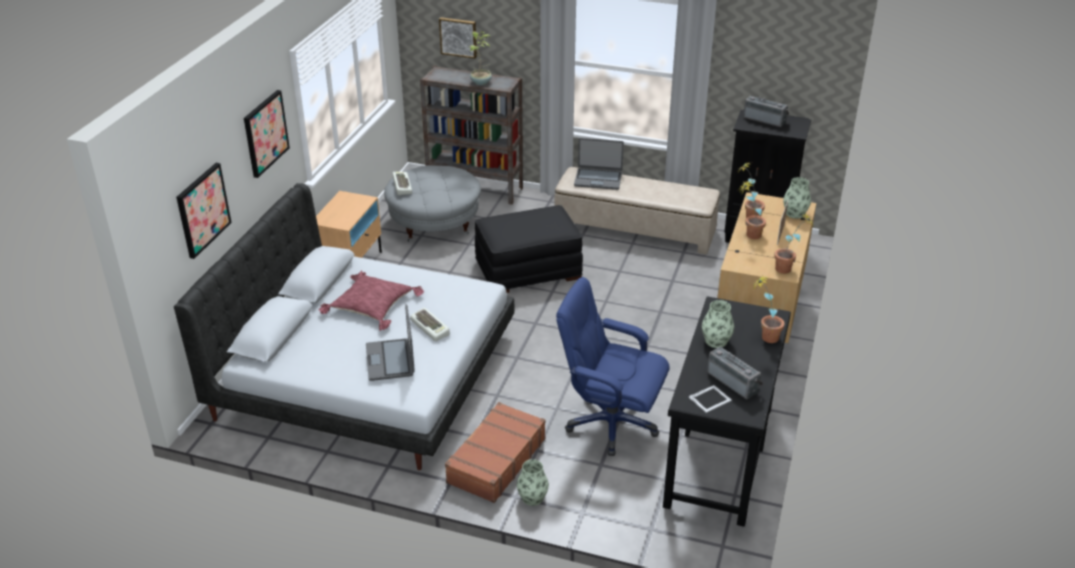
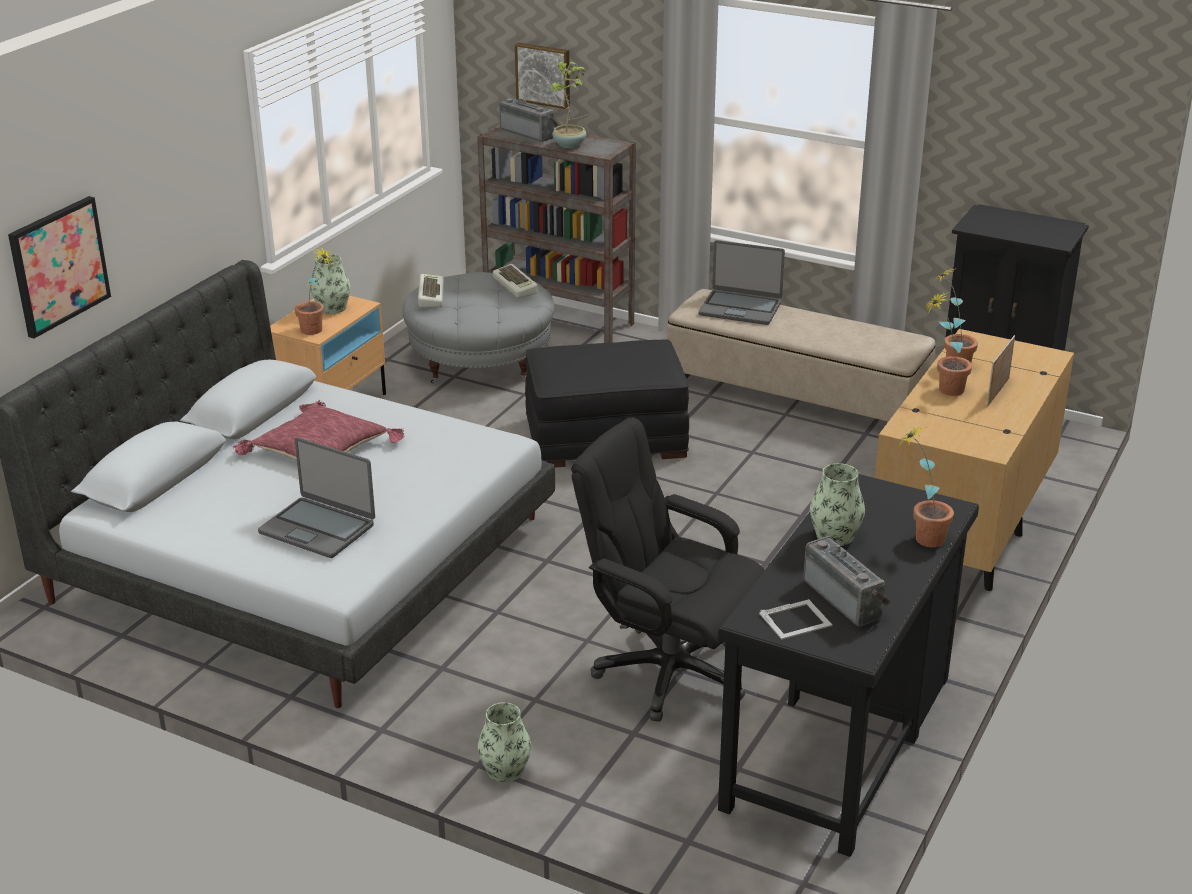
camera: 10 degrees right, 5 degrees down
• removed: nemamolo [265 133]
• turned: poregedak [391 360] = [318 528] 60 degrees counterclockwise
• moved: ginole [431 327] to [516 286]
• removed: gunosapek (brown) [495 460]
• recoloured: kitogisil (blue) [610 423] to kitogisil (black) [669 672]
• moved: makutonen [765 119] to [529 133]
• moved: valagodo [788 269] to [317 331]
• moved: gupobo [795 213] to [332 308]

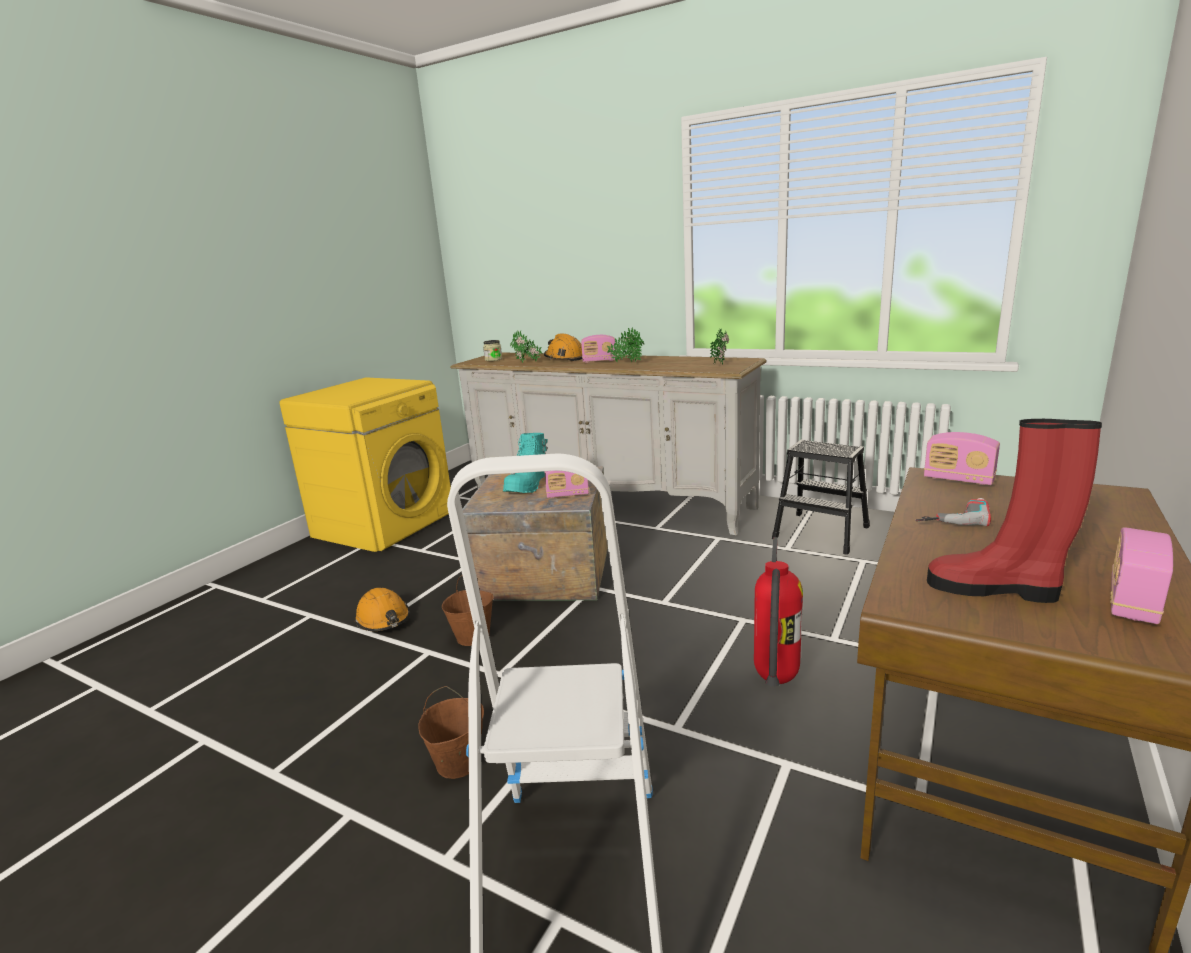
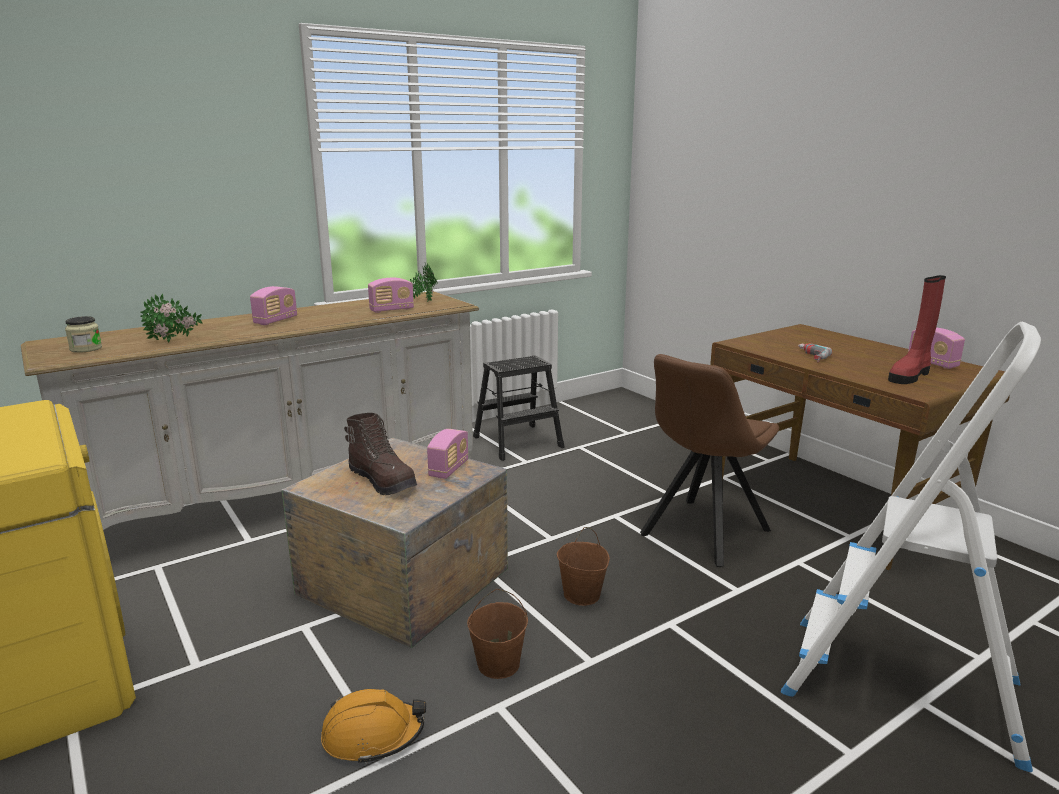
camera: 65 degrees left, 0 degrees up
• moved: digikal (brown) [458 763] to [582 595]
• recoloured: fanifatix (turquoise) [528 485] to fanifatix (brown) [383 481]
• removed: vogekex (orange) [564 358]
• removed: valagodo [626 362]
• replaced: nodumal [774 679] to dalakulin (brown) [703 532]
• moved: makutonen [958 479] to [392 310]

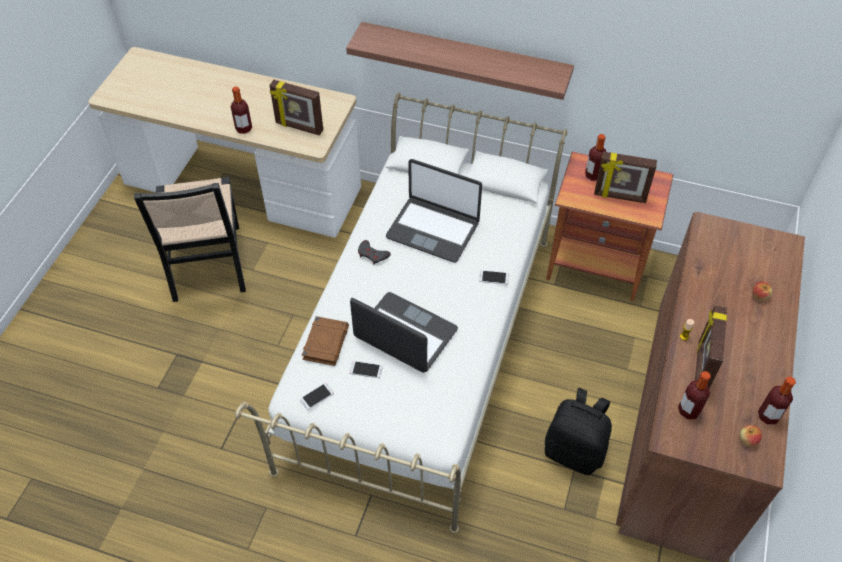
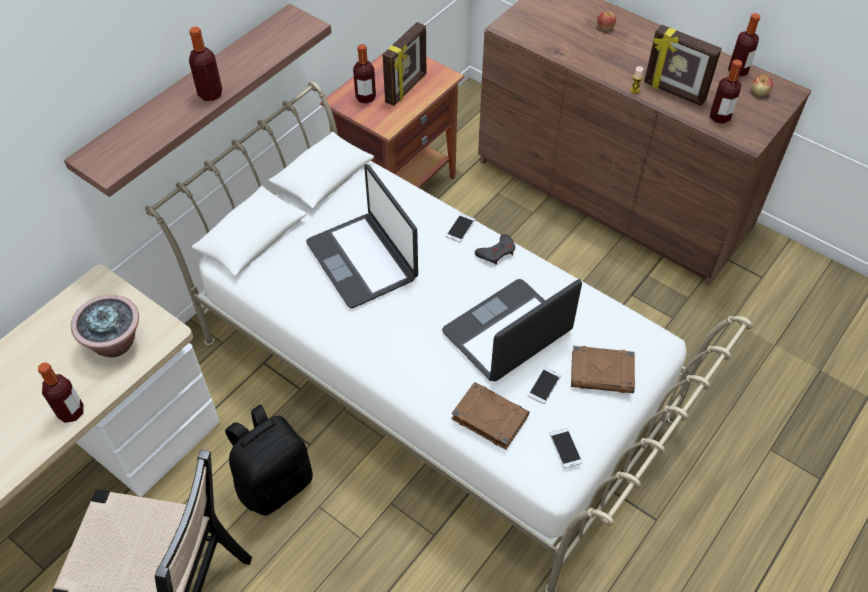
camera: 70 degrees left, 0 degrees up
• replaced: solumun [299 127] to valagodo [115 343]
• moved: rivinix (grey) [372 254] to [496 252]
• turned: poregedak [433 229] = [363 260] 105 degrees clockwise
• moved: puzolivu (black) [574 451] to [275 482]
• added: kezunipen [210 94]
• added: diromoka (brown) [602 372]

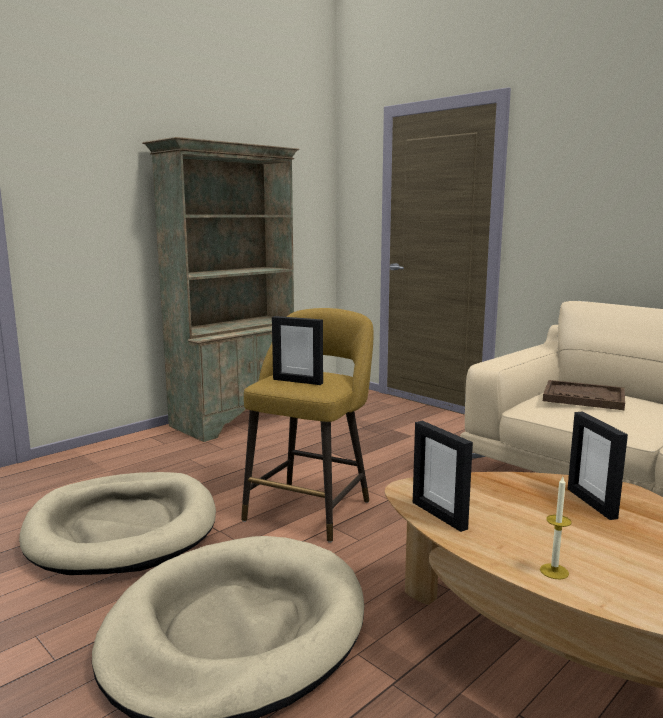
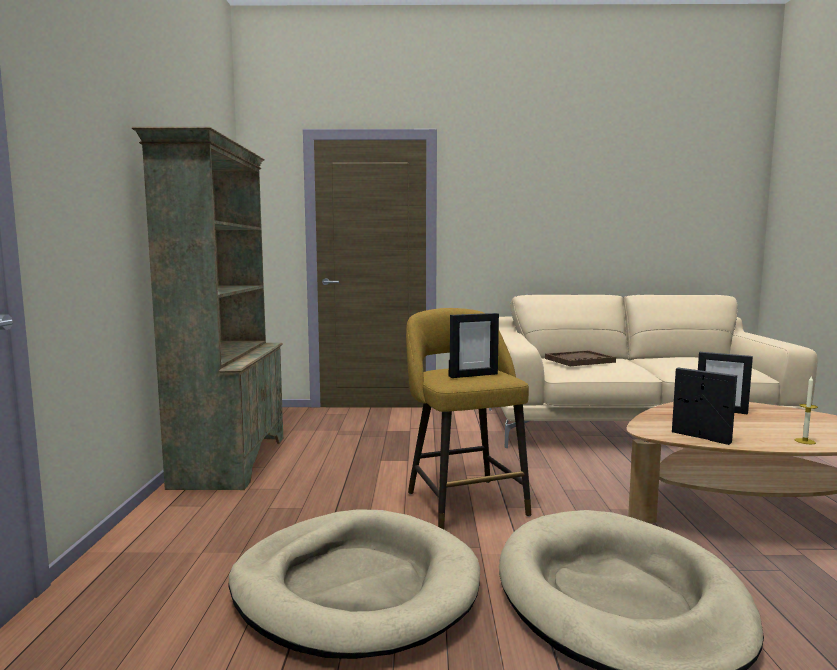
camera: 45 degrees left, 5 degrees down
• turned: solumun [440 515] = [700 437] 150 degrees counterclockwise

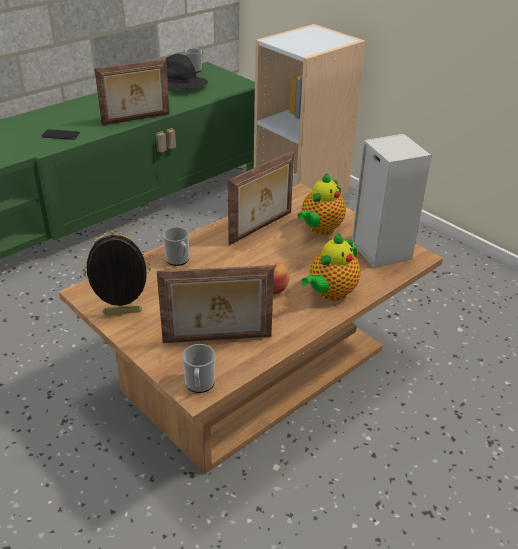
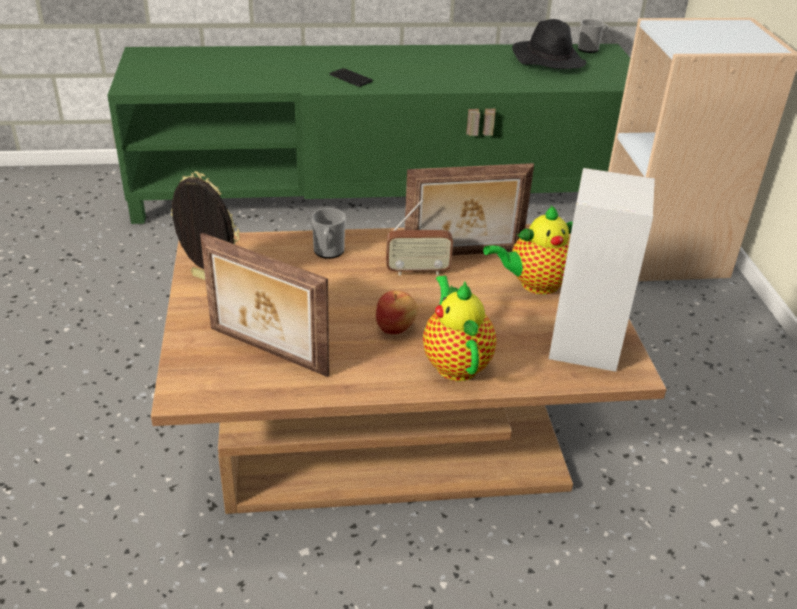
camera: 35 degrees right, 0 degrees up
• removed: solumun [136 119]
• removed: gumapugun [199 385]
• turned: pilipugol [330 293] = [455 362] 90 degrees clockwise
• added: makutonen [417 271]

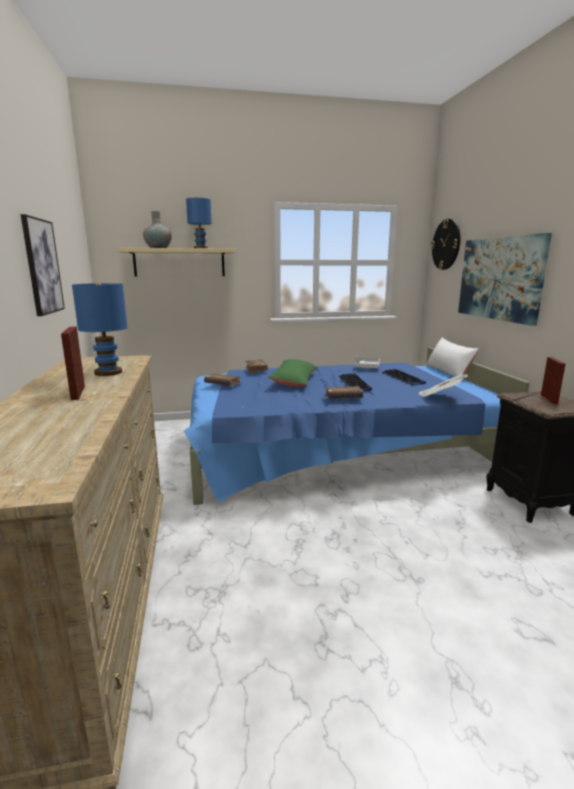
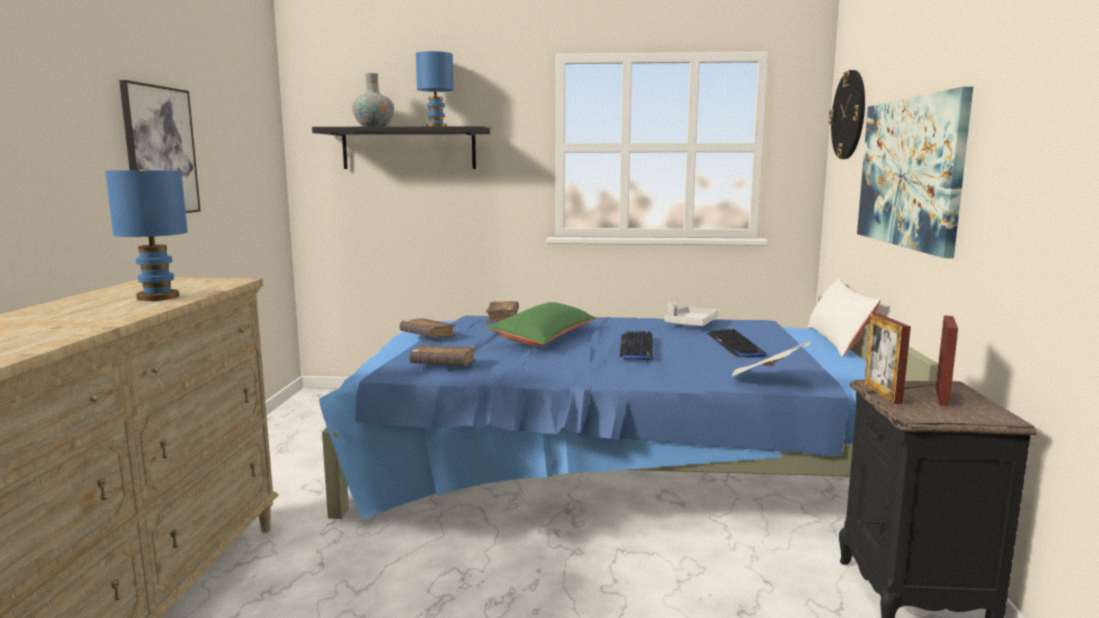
camera: 15 degrees right, 5 degrees down
• moved: solumun [78 393] to [882 394]
• recoloured: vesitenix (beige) [179 262] to vesitenix (black) [409 148]
• moved: diromoka (brown) [343 398] to [443 364]

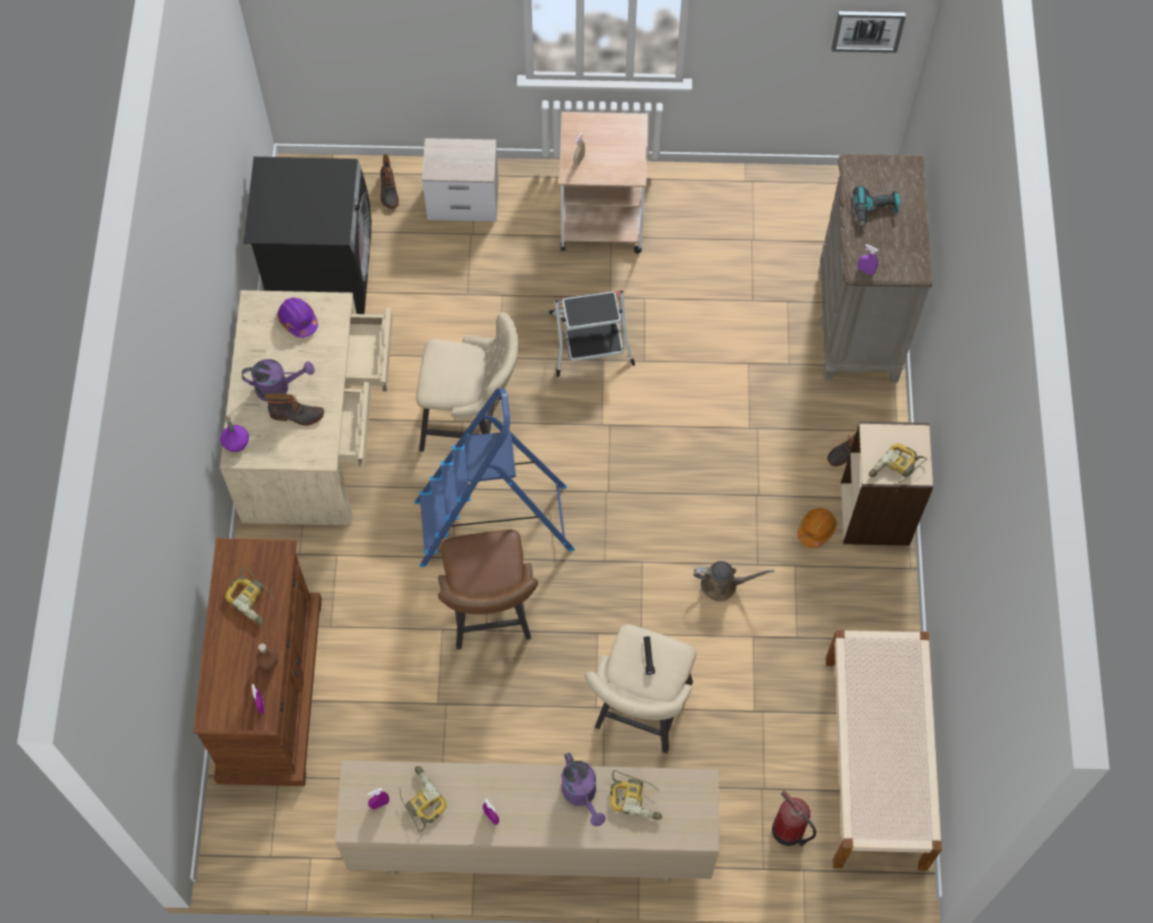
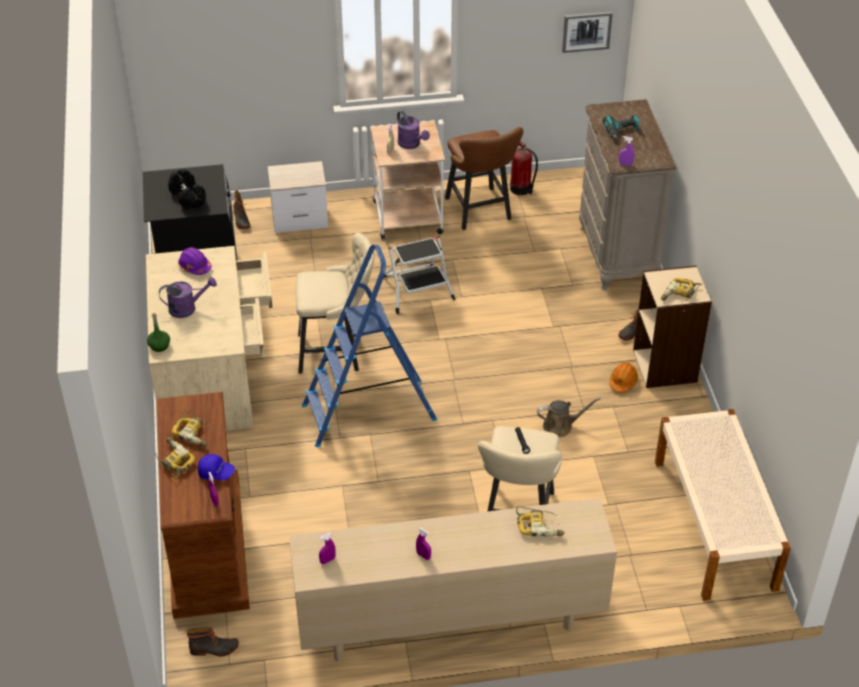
camera: 10 degrees left, 20 degrees down
• recoloured: kezunipen (purple) [236 442] to kezunipen (green) [159 346]
• replaced: kezunipen (brown) [269 663] to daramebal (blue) [216 473]
• moved: fanifatix [297 415] to [214 649]
• moved: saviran [420 799] to [173 460]
• moved: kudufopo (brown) [490 620] to [480 214]
• moved: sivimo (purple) [582 795] to [411 144]
• moved: nodumal [789 831] to [521 189]
• added: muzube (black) [187 197]

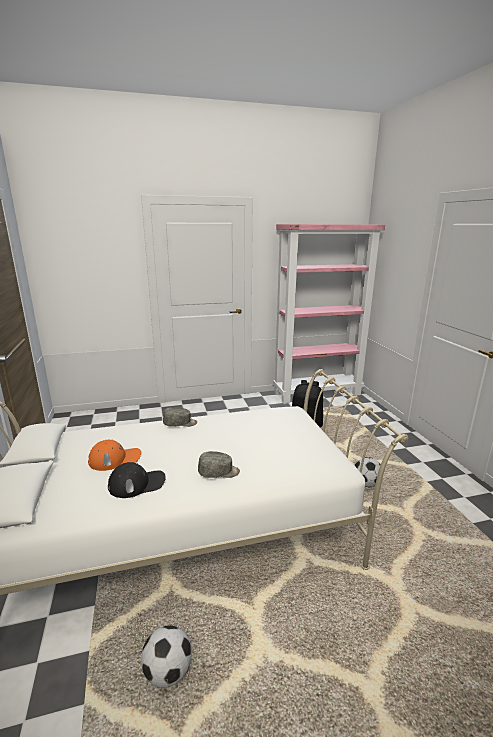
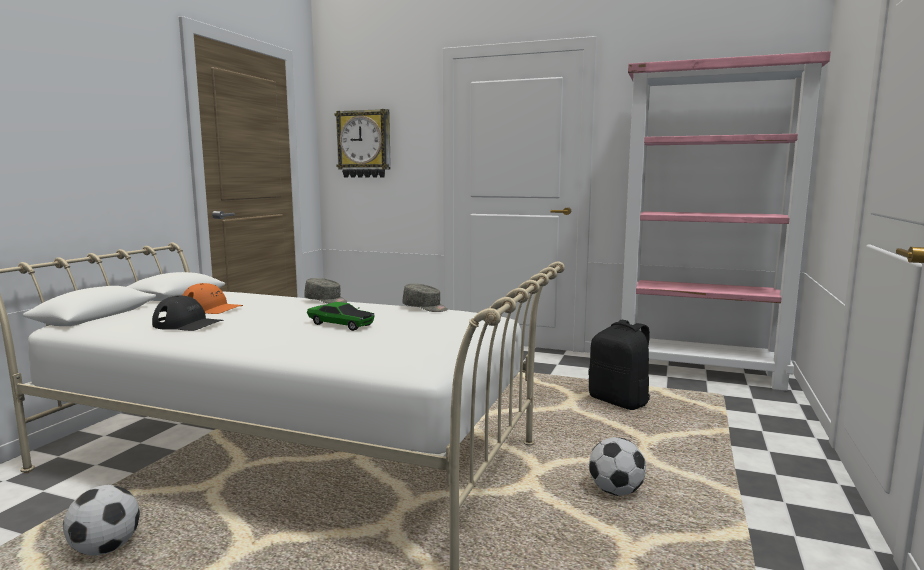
camera: 35 degrees right, 10 degrees down
• moved: daramebal (grey) [219 472] to [425 308]
• added: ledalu [341 325]
• added: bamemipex [364 144]

